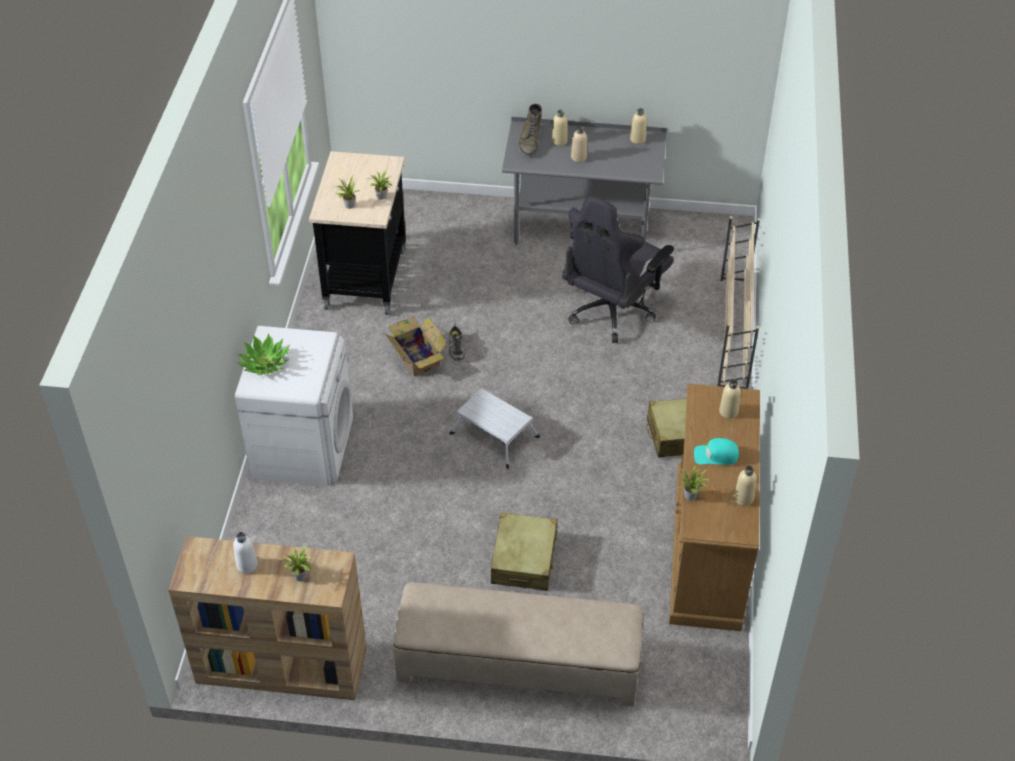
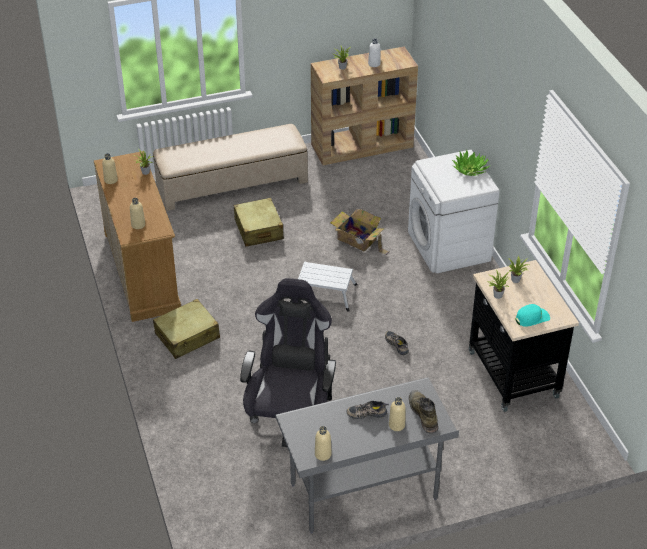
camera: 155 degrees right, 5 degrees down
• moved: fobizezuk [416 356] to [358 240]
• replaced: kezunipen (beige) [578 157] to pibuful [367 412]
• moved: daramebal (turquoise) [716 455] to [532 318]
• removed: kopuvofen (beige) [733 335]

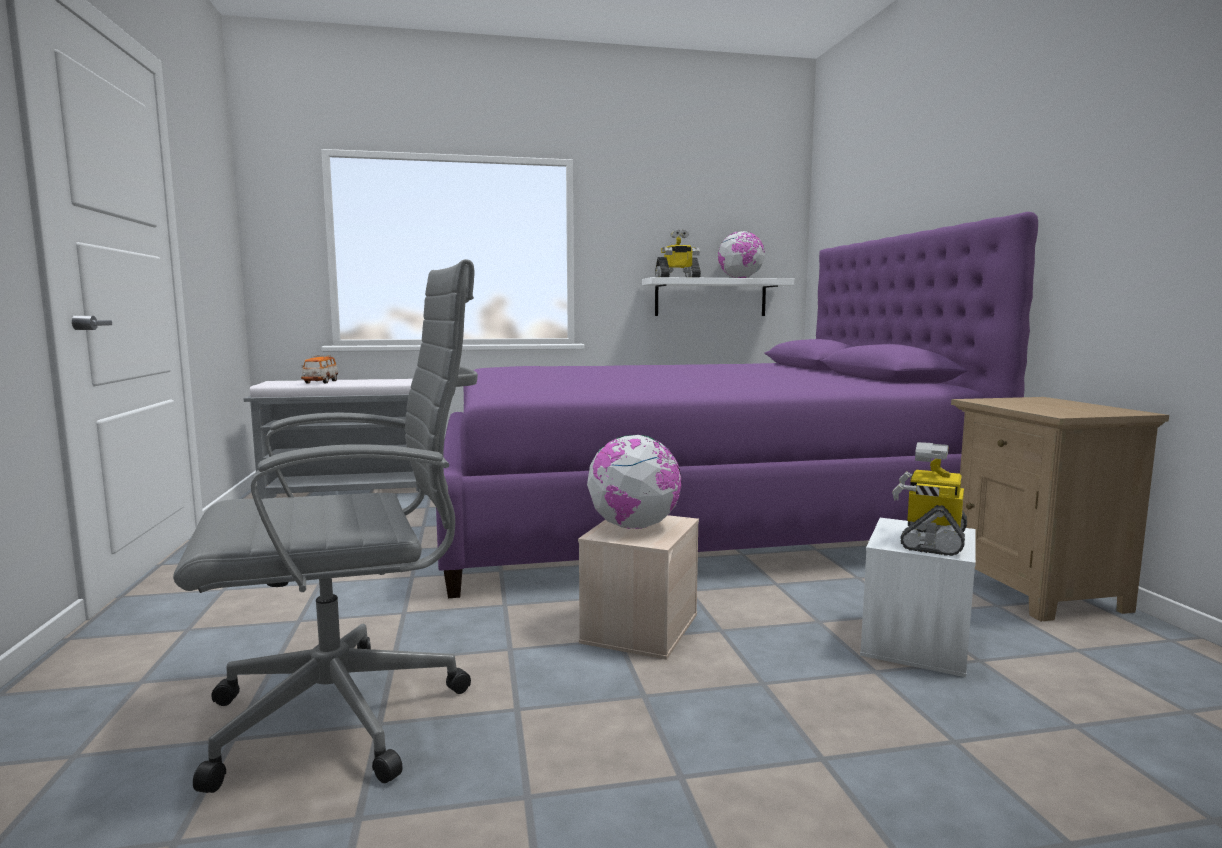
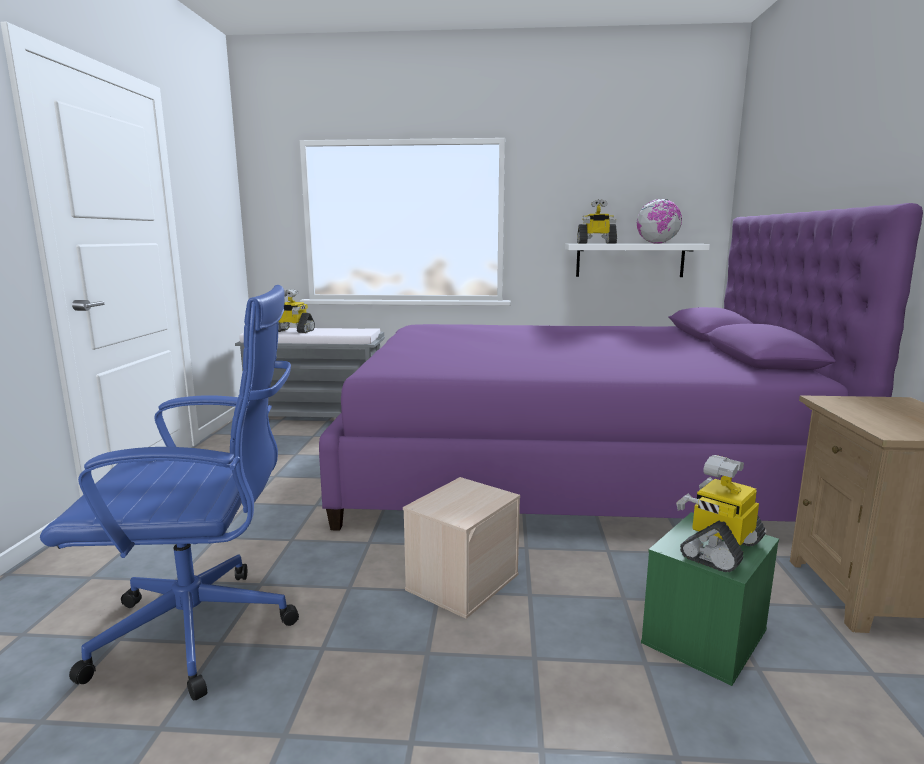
camera: 15 degrees right, 5 degrees up
• recoloured: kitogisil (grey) [350 714] to kitogisil (blue) [205 631]
• replaced: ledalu [320 382] to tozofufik [292 331]
• removed: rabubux [634 527]
• recoloured: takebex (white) [917 643] to takebex (green) [705 637]

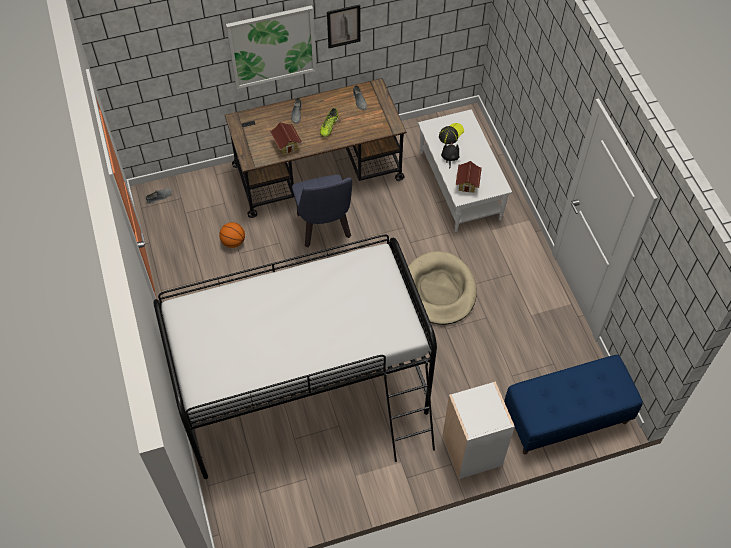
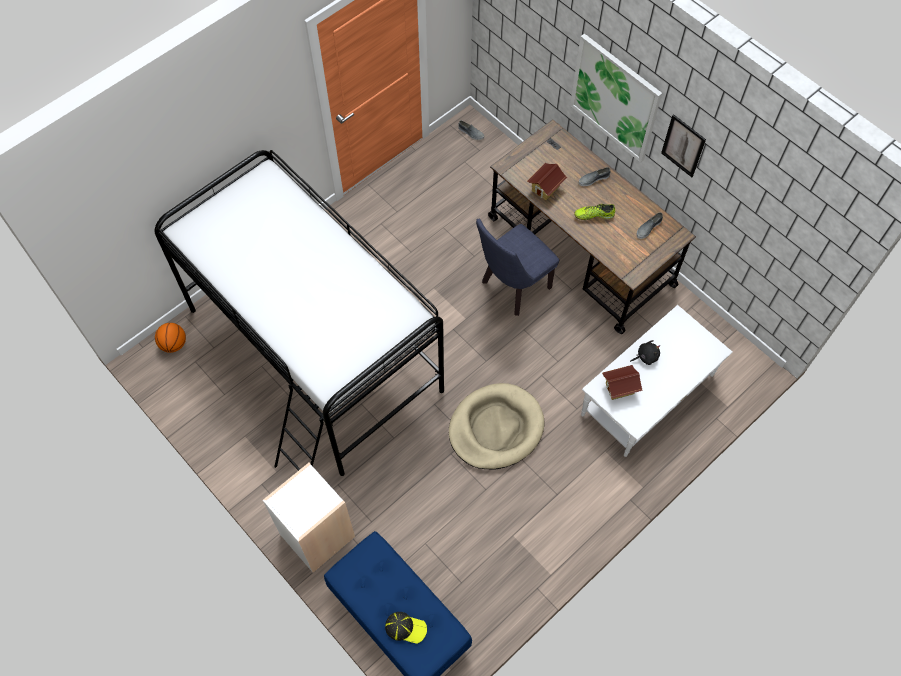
camera: 65 degrees right, 5 degrees up
• moved: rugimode [233 242] to [173 344]
• moved: daramebal [451 134] to [405 628]

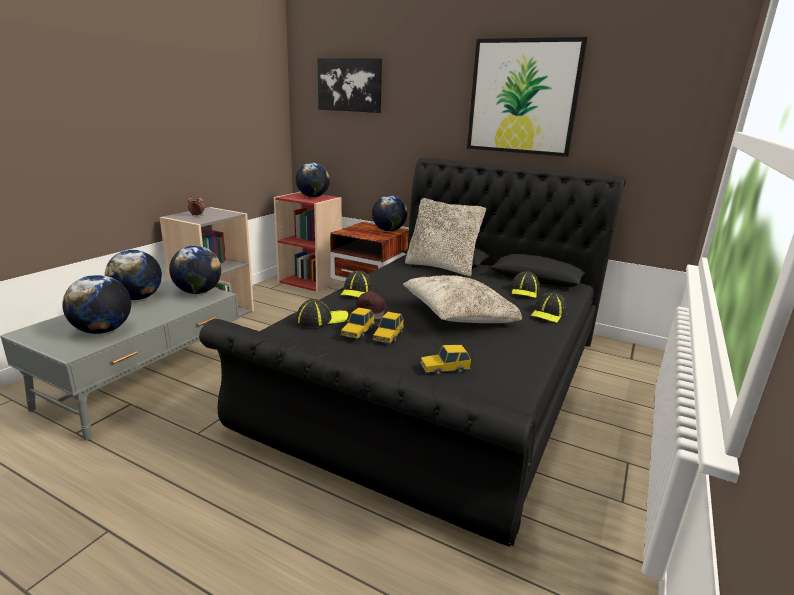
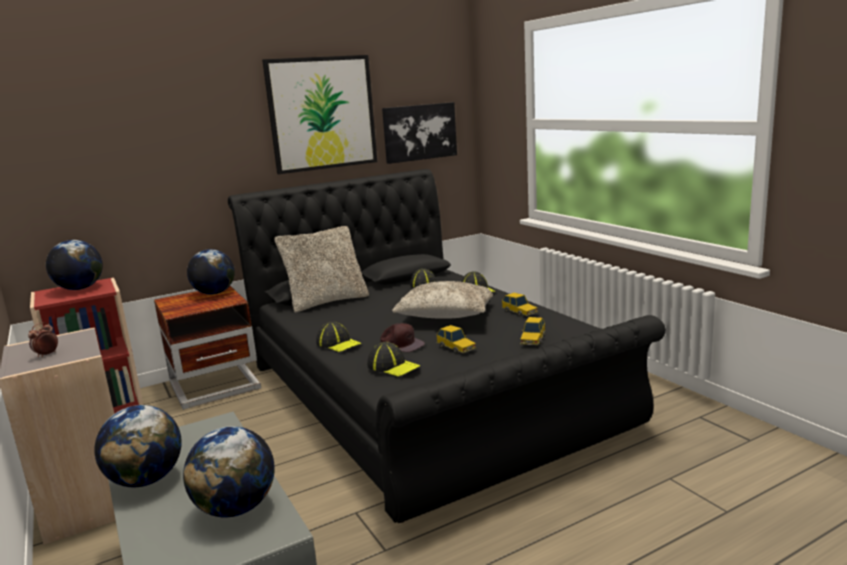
camera: 55 degrees left, 5 degrees down
• removed: rabubux [198 292]
• turned: daramebal [322 319] = [393 366] 120 degrees clockwise
• moved: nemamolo [350 85] to [419 132]
• moved: ledalu [357 331] to [520 312]

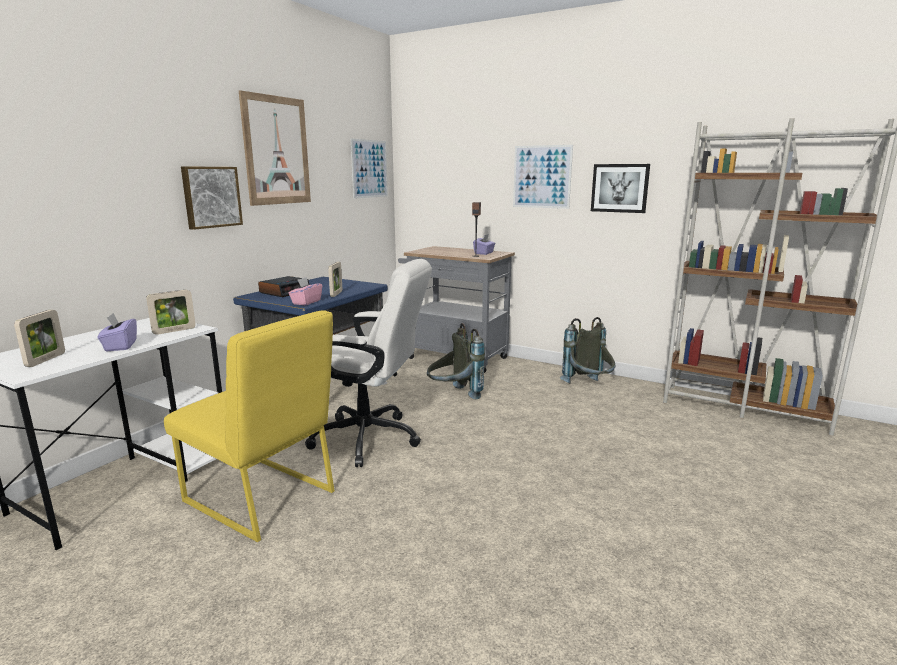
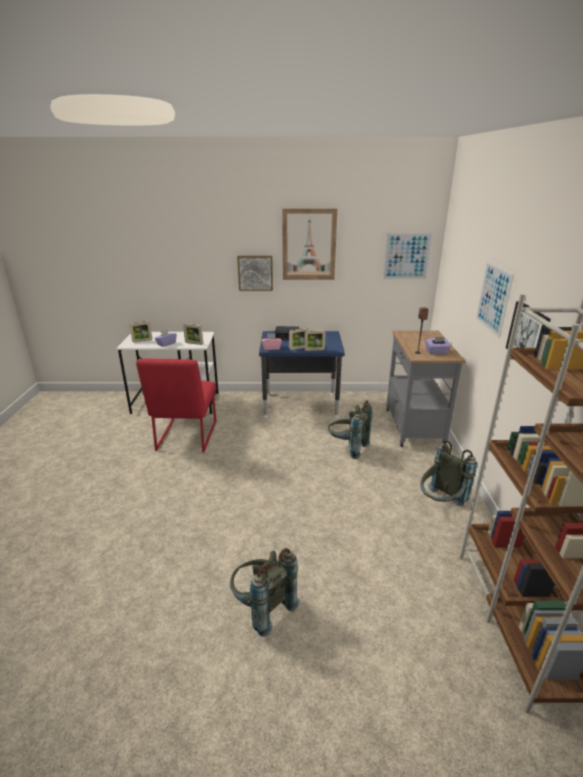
camera: 60 degrees right, 10 degrees up
• recoloured: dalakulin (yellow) [261 498] to dalakulin (red) [186 436]
• removed: kitogisil (white) [371 439]
• added: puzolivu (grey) [261 607]
• added: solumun [314 350]

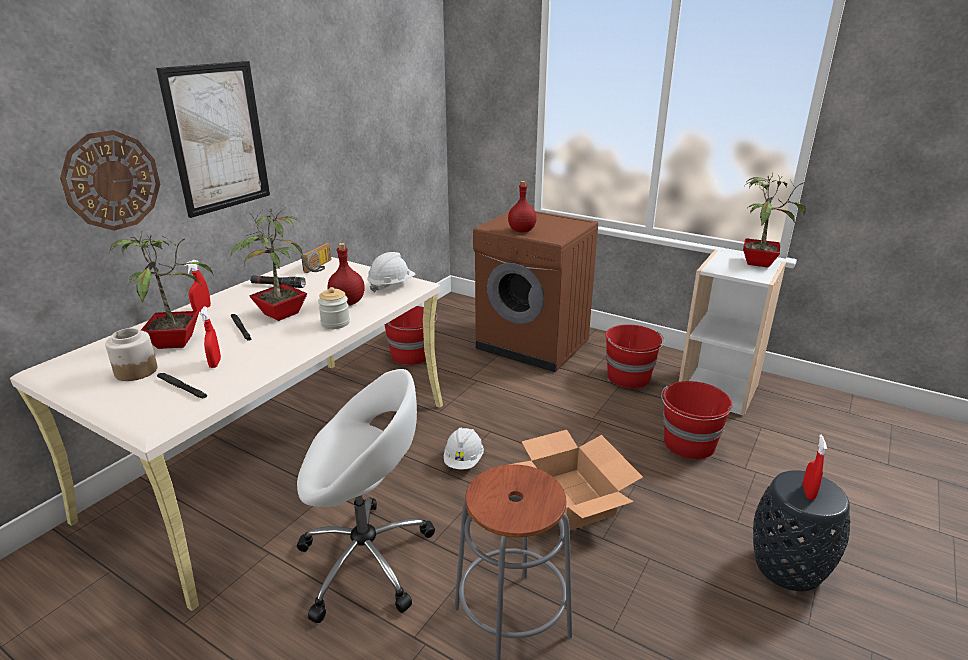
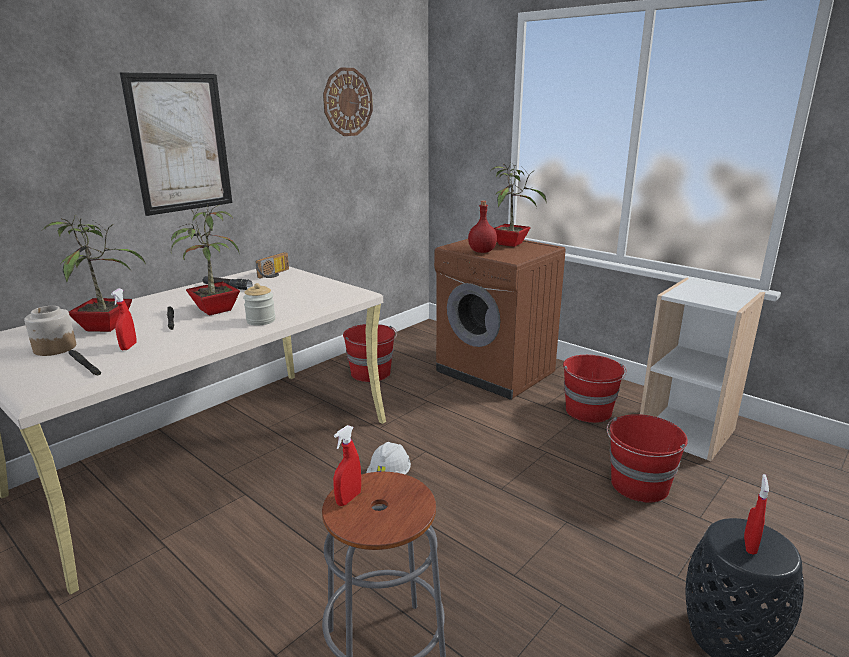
camera: 10 degrees right, 5 degrees down
• moved: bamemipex [112 180] to [347 102]
• moved: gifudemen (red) [202 309] to [348 498]
• removed: kitogisil (white) [369 560]
• removed: kezunipen (red) [348 303]
• removed: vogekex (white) [391 285]
• removed: fobizezuk [571 499]
• moved: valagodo [758 262] to [511 243]

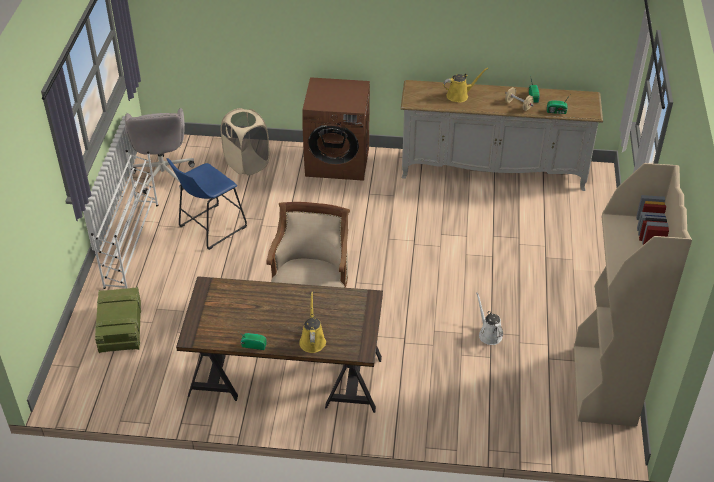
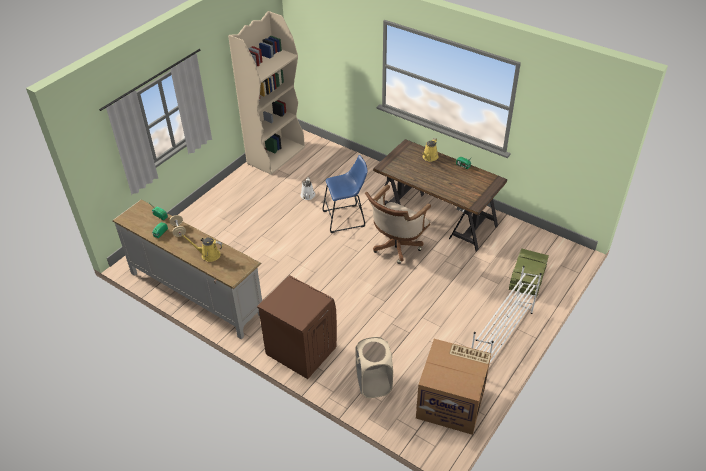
camera: 150 degrees left, 0 degrees up
• replaced: kitogisil (grey) [163 175] to fobizezuk [452 402]
• moved: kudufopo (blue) [209 228] to [346 218]

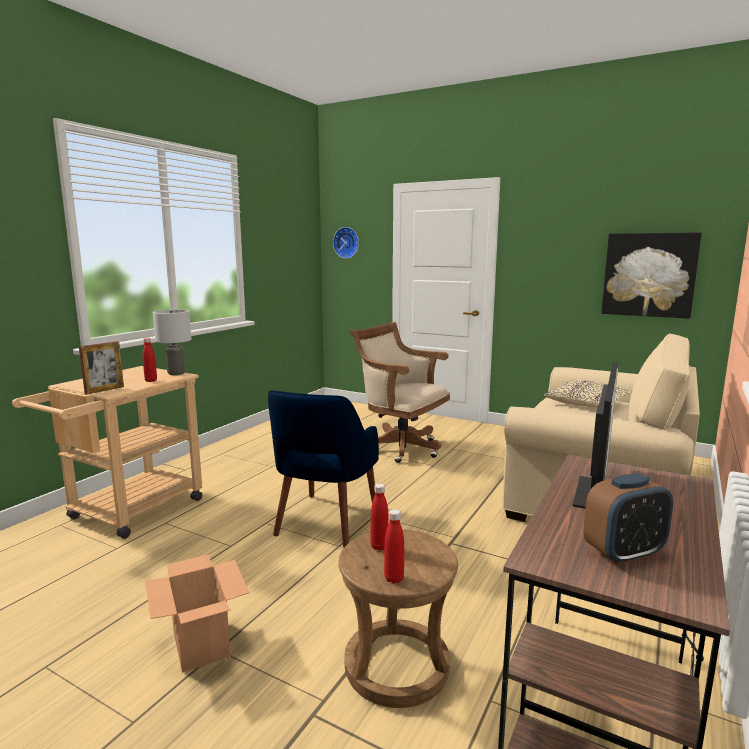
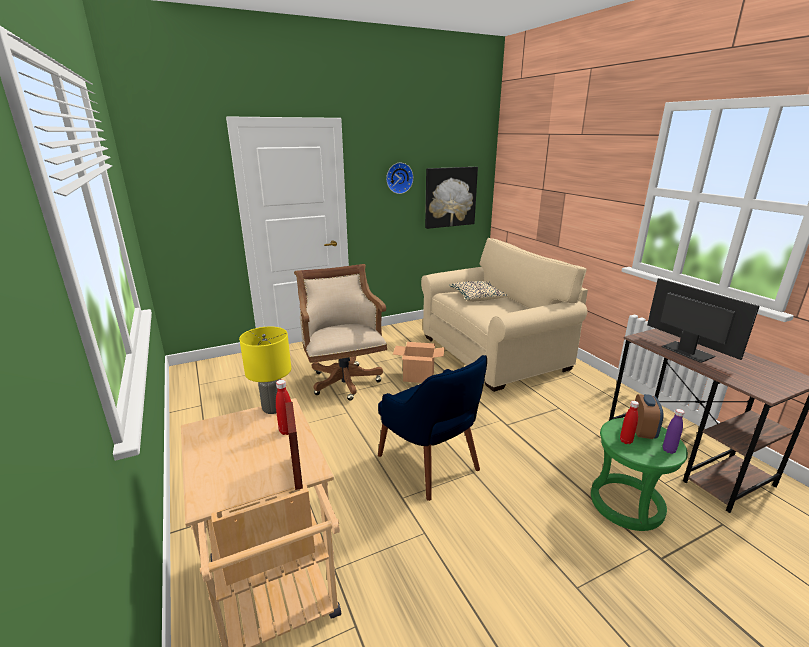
camera: 55 degrees left, 10 degrees up
• moved: fobizezuk [200 643] to [418 377]
• recoloured: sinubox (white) [175 373] to sinubox (yellow) [272 409]
• moved: bamemipex [347 242] to [398 178]
• recoloured: kudufopo (brown) [396 665] to kudufopo (green) [626 503]
• turned: kitogisil [399 448] = [343 380] 90 degrees clockwise
• recoloured: kezunipen (red) [394 578] to kezunipen (purple) [668 450]
• moved: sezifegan [624 553] to [643 431]

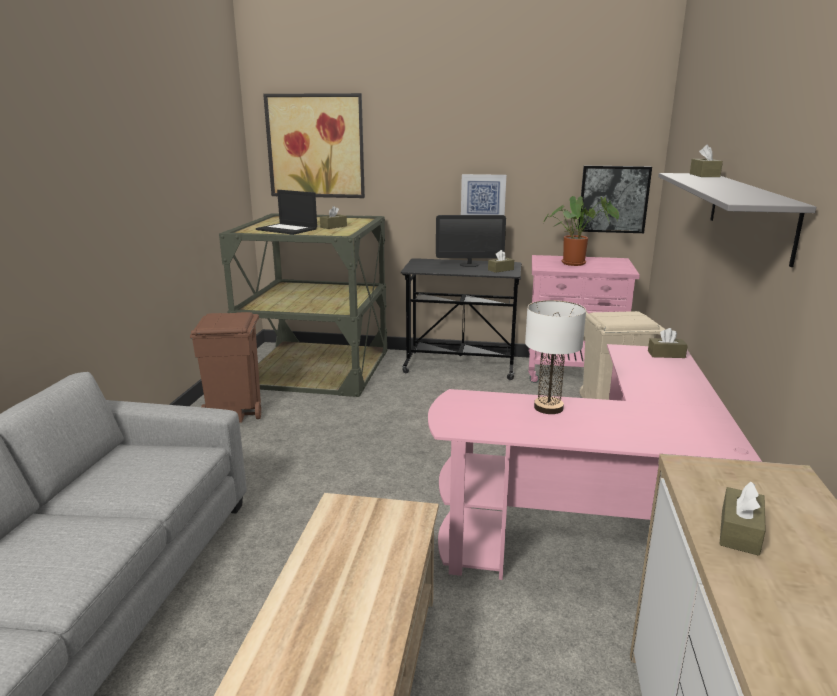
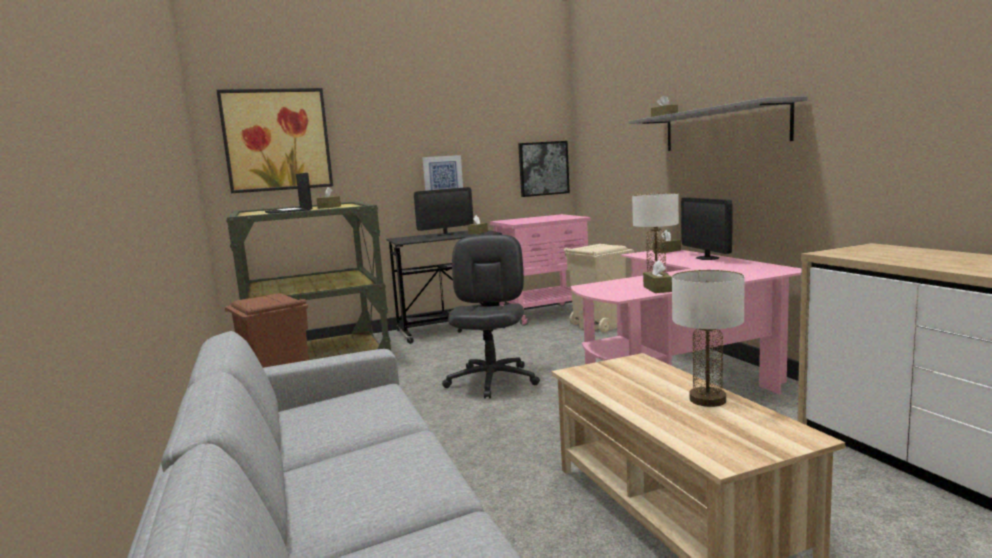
camera: 30 degrees left, 10 degrees down
• turned: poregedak [287 229] = [289 211] 60 degrees clockwise
• removed: valagodo [576 263]
• moved: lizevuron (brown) [739 531] to [657 289]
• added: kitogisil (black) [492 380]
• added: sinubox [708 400]
• added: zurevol [707 258]

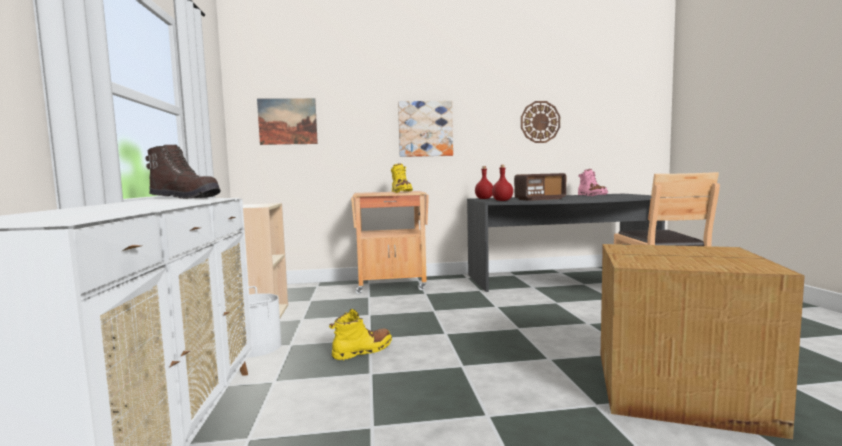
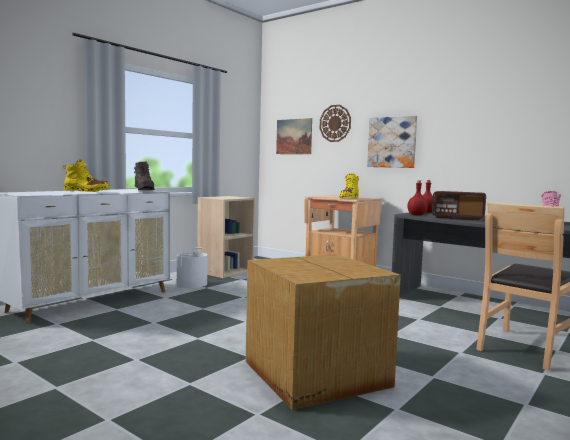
camera: 45 degrees right, 0 degrees up
• moved: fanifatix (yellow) [363 350] to [86 191]
• moved: bamemipex [540 122] to [335 123]

